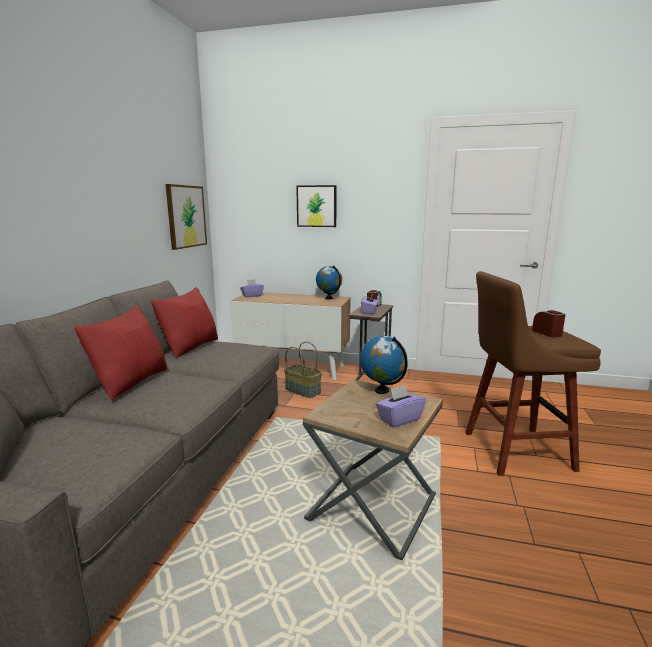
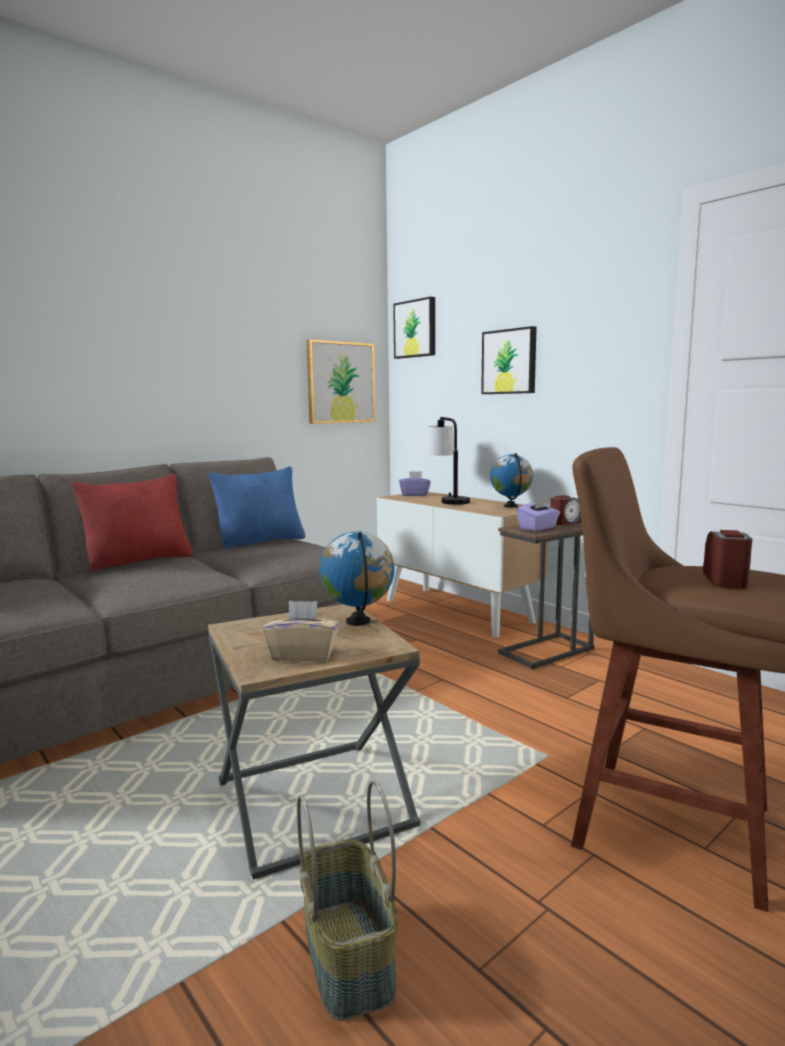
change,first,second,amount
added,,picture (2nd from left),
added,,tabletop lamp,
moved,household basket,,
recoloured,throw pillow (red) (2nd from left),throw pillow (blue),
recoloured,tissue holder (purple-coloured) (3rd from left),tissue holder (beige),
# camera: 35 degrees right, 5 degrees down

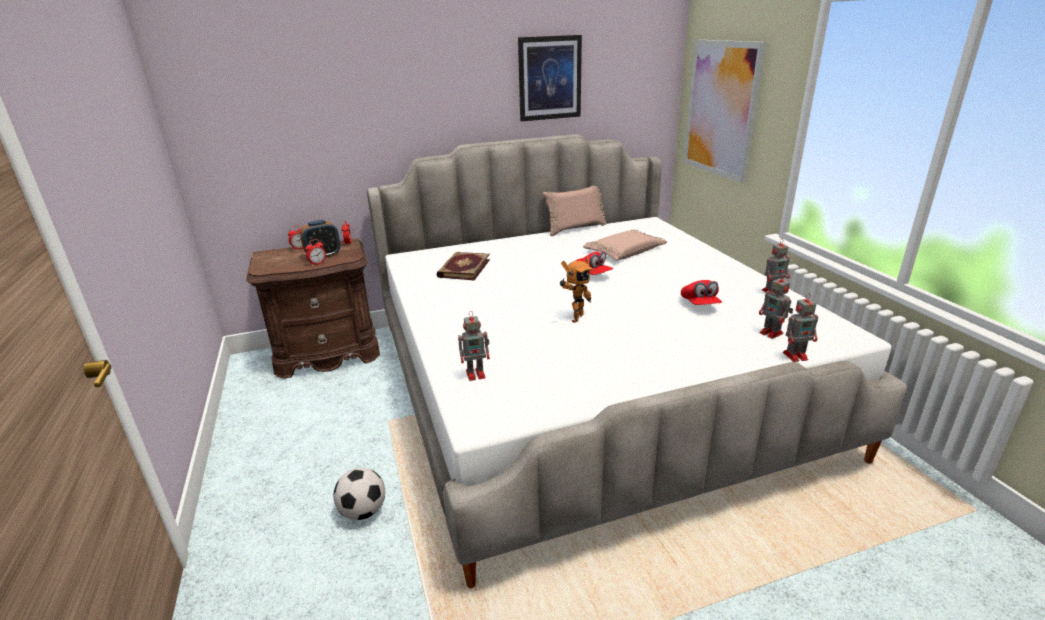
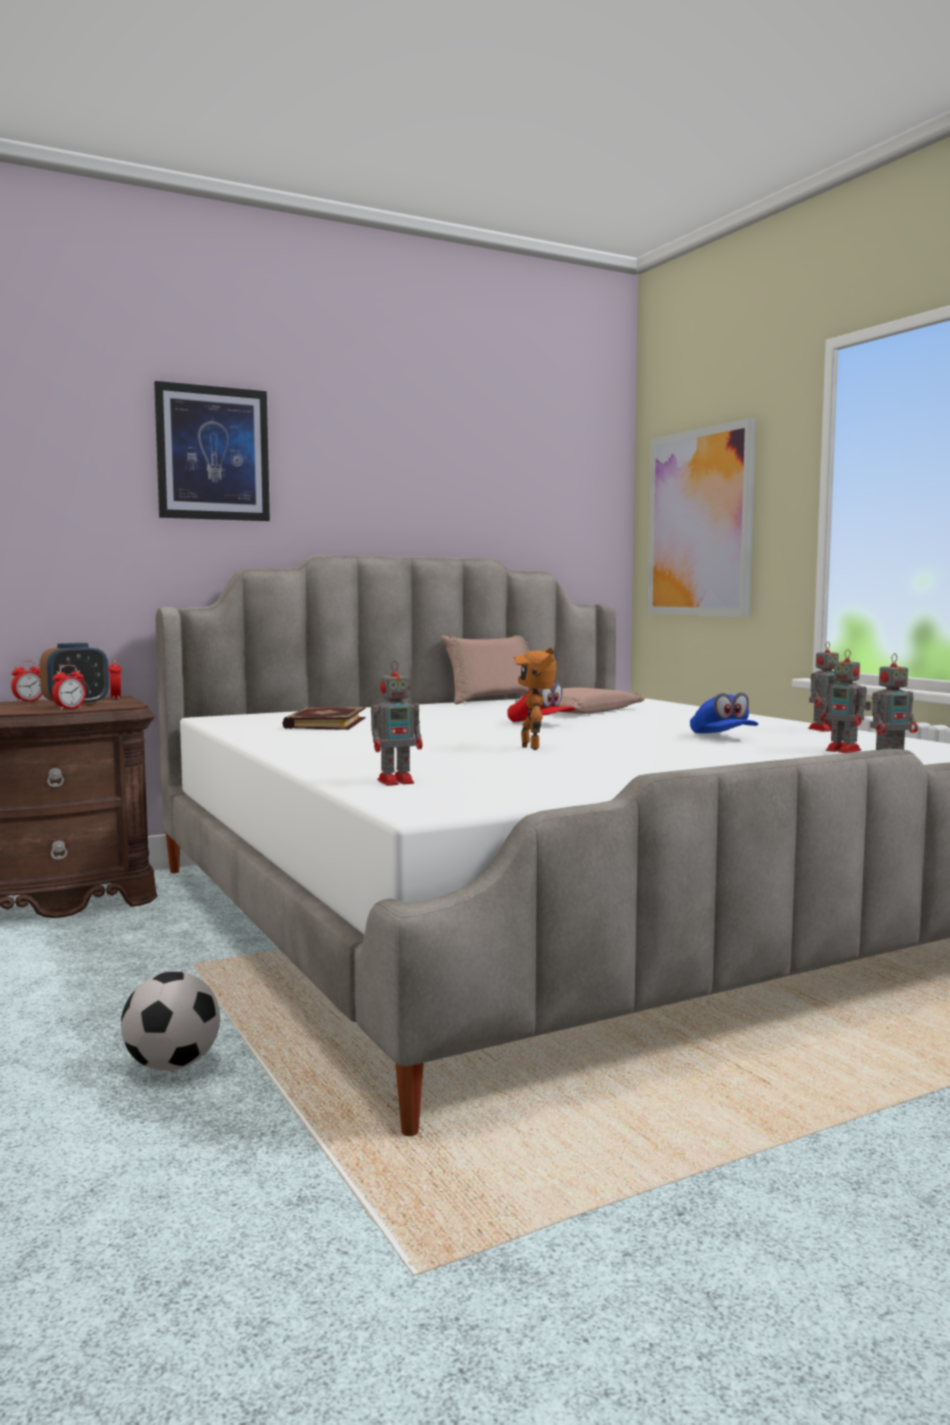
change,first,second,amount
moved,picture (1st from left),,
recoloured,cap (red) (2nd from left),cap (blue),
turned,model robot (2nd from left),,135 degrees clockwise
# camera: 10 degrees left, 20 degrees down

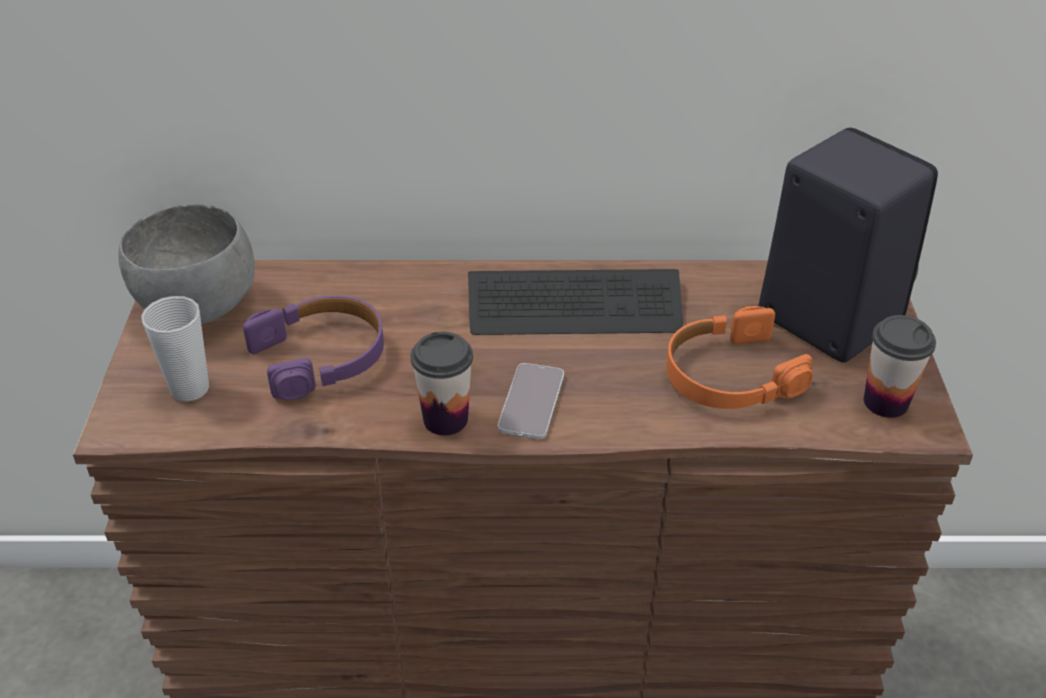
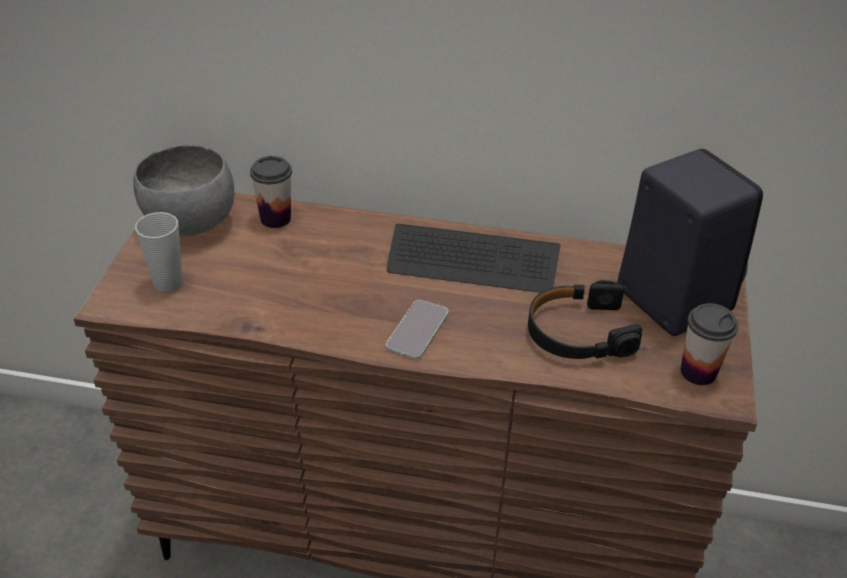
change,first,second,amount
removed,pair of headphones (purple-coloured),,
moved,drinking cup (2nd from left),,
recoloured,pair of headphones (orangey),pair of headphones (black),
# camera: 10 degrees right, 0 degrees up

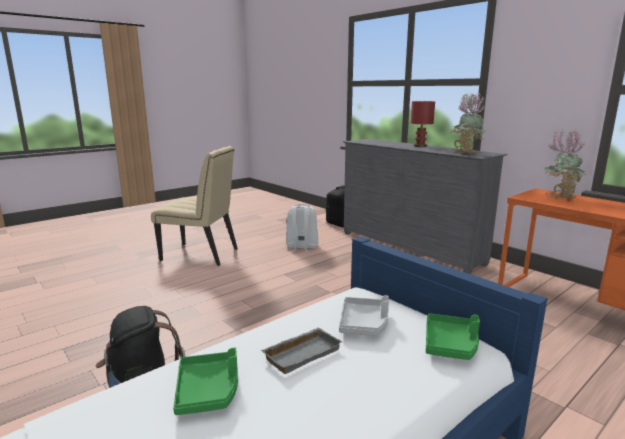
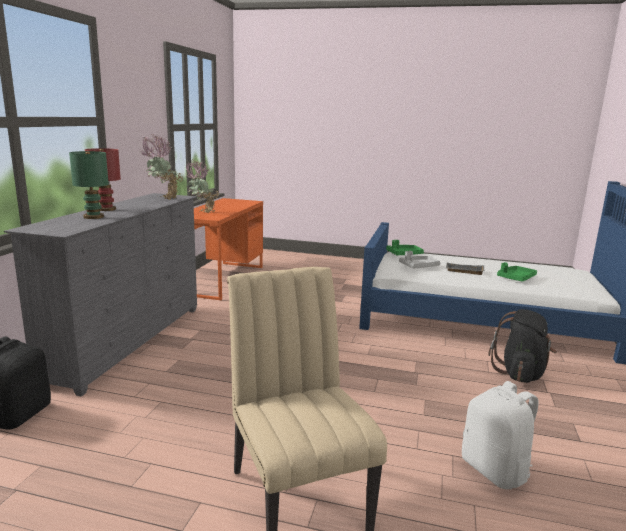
change,first,second,amount
added,,tabletop lamp (greenish),
moved,knapsack (whitish),,
# camera: 125 degrees left, 0 degrees up

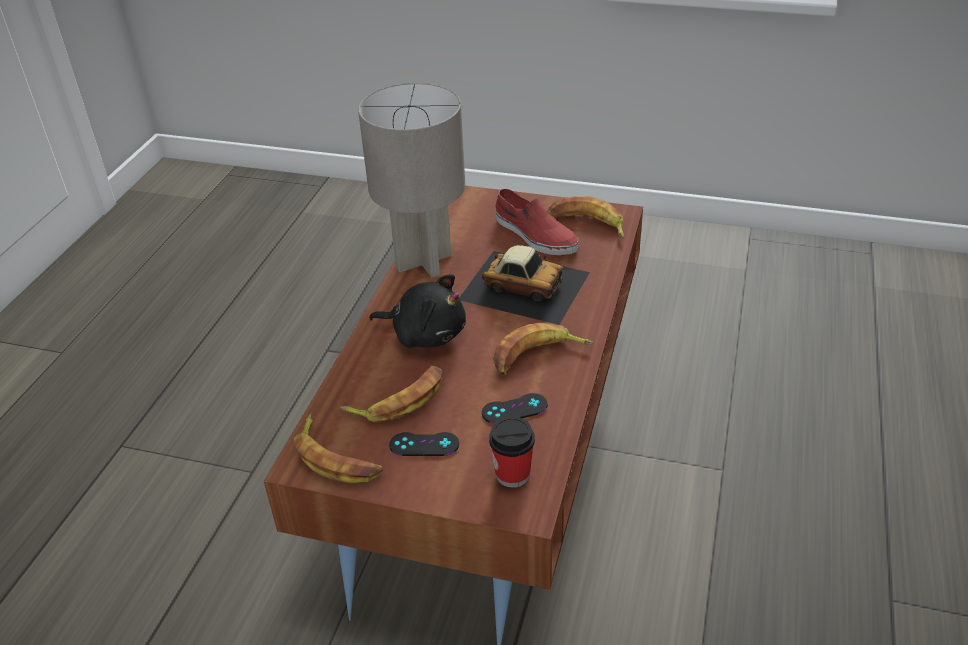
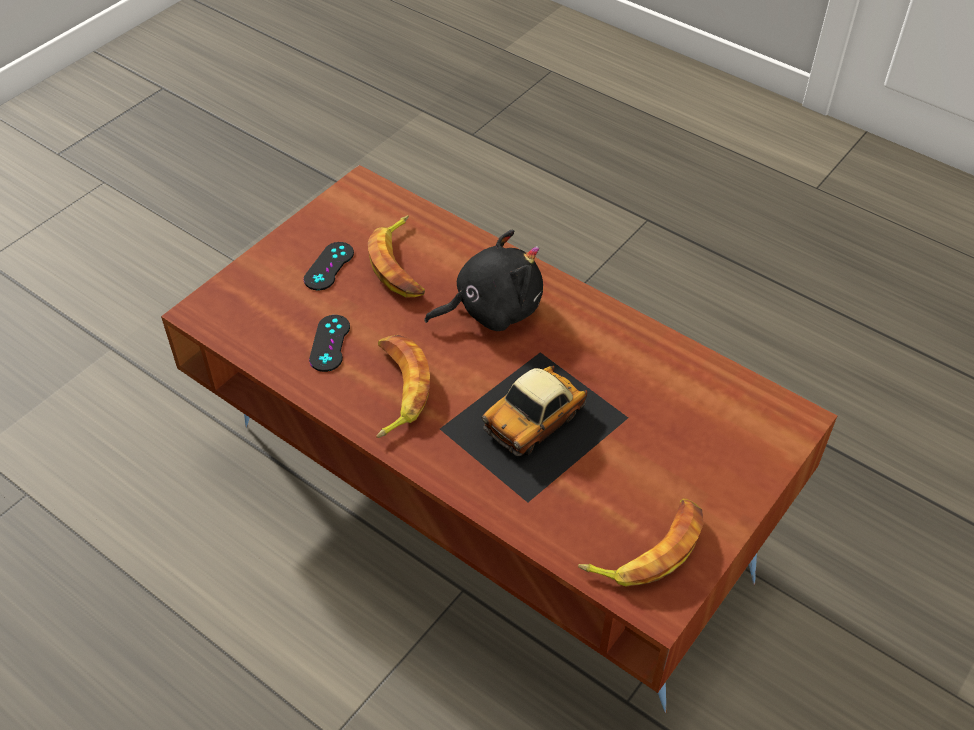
change,first,second,amount
removed,whole banana (1st from left),,
removed,tabletop lamp (gray),,
removed,drinking cup,,
removed,low shoe (red),,
turned,plush toy (black),,150 degrees counterclockwise
# camera: 110 degrees right, 10 degrees up

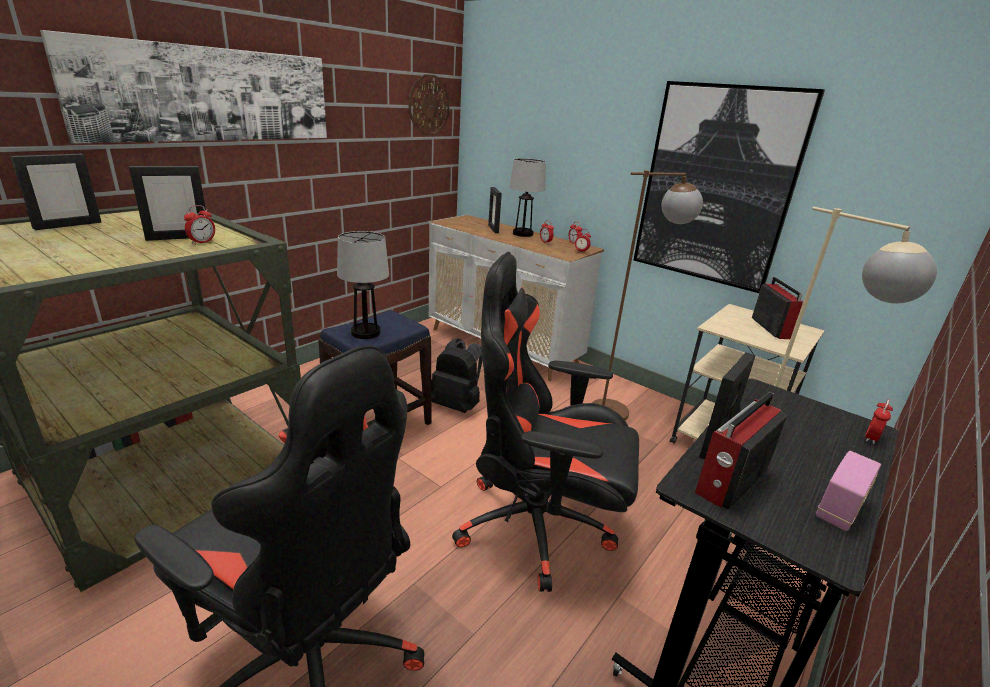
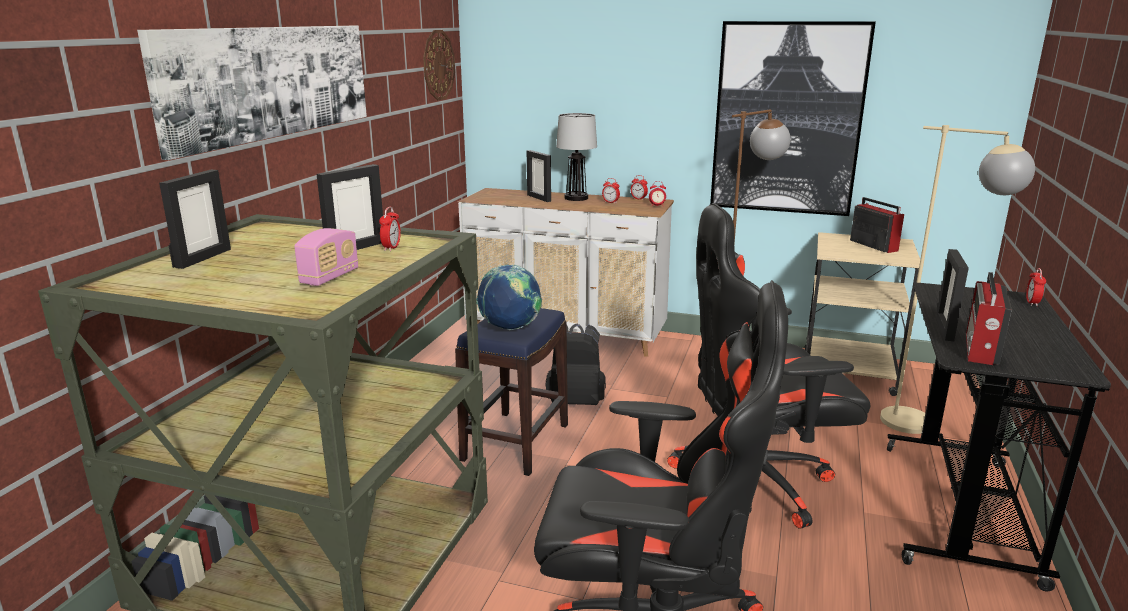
change,first,second,amount
moved,radio receiver (3rd from left in the first image),radio receiver (1st from left),
replaced,tabletop lamp (1st from left),world globe,
# camera: 20 degrees left, 5 degrees down

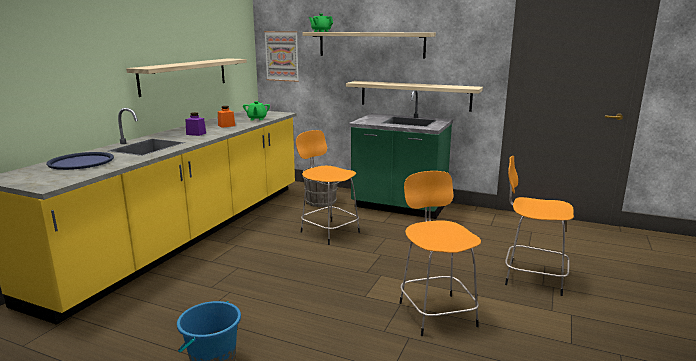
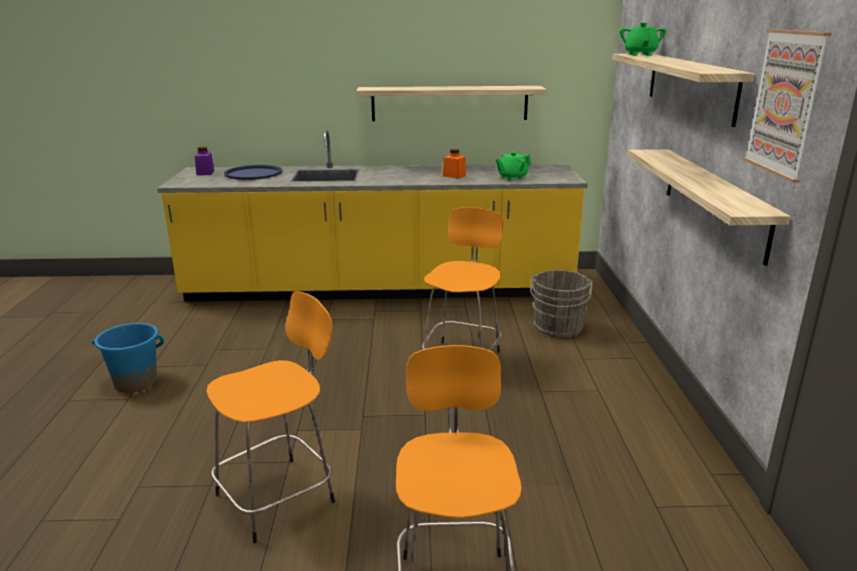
change,first,second,amount
removed,kitchen base unit (greenish),,
moved,storage jar (purple-coloured),,
moved,picture,,
# camera: 65 degrees right, 5 degrees up

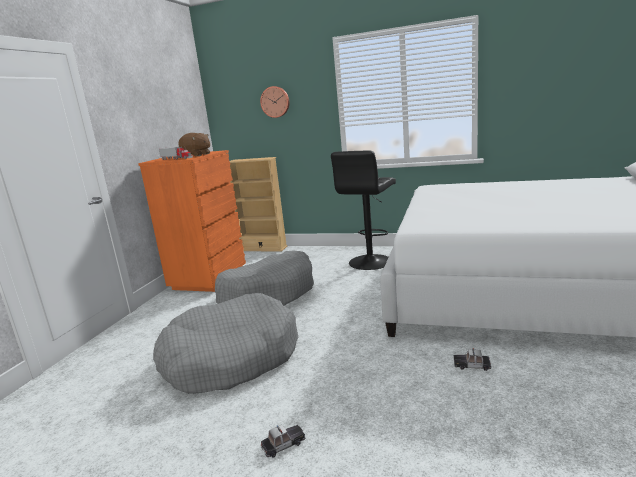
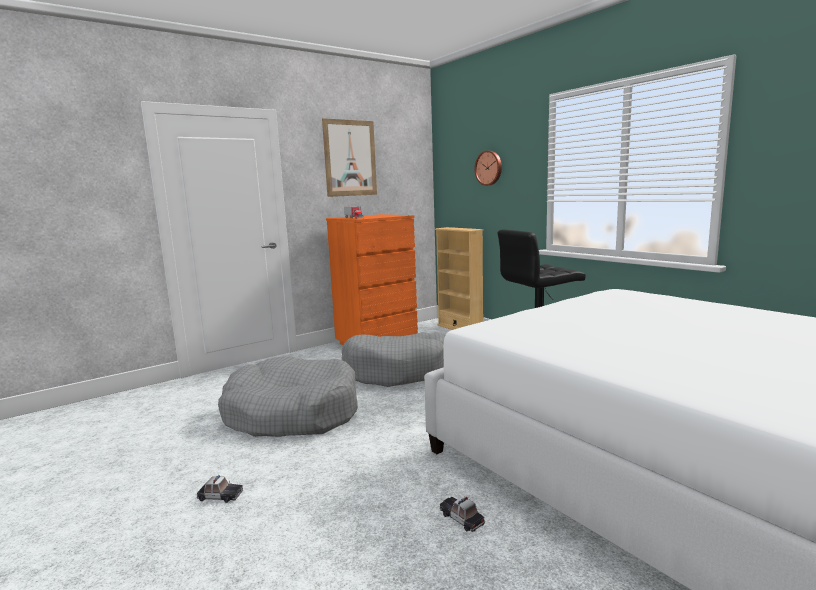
change,first,second,amount
removed,plush toy (brownish),,
added,,picture,
# camera: 35 degrees right, 5 degrees down

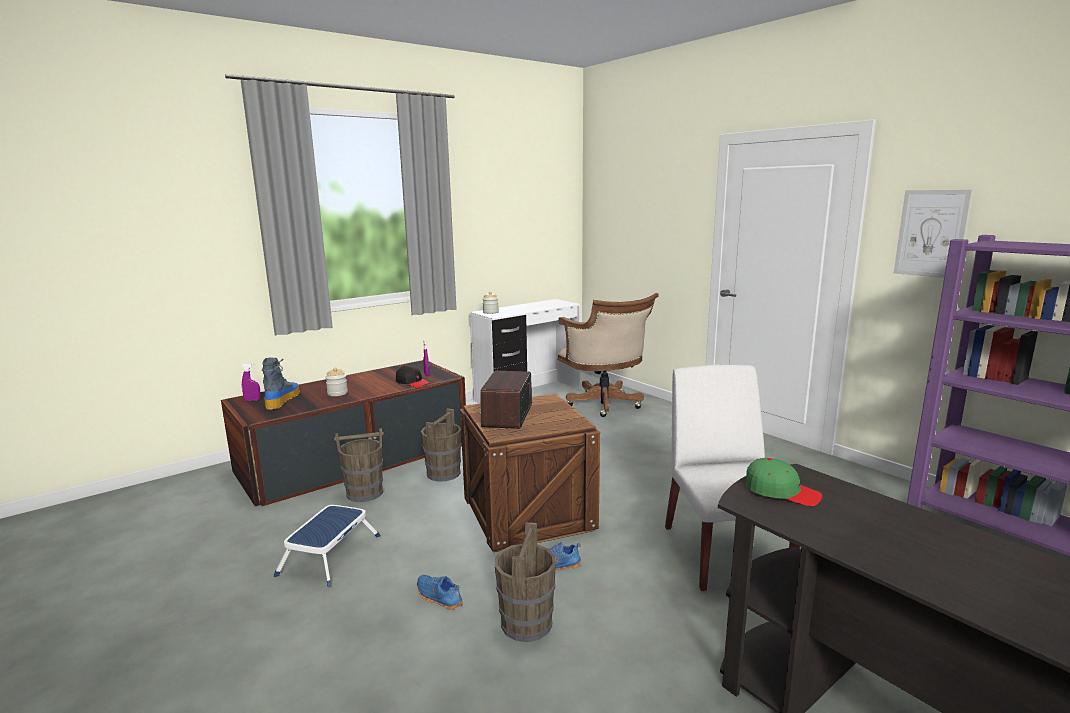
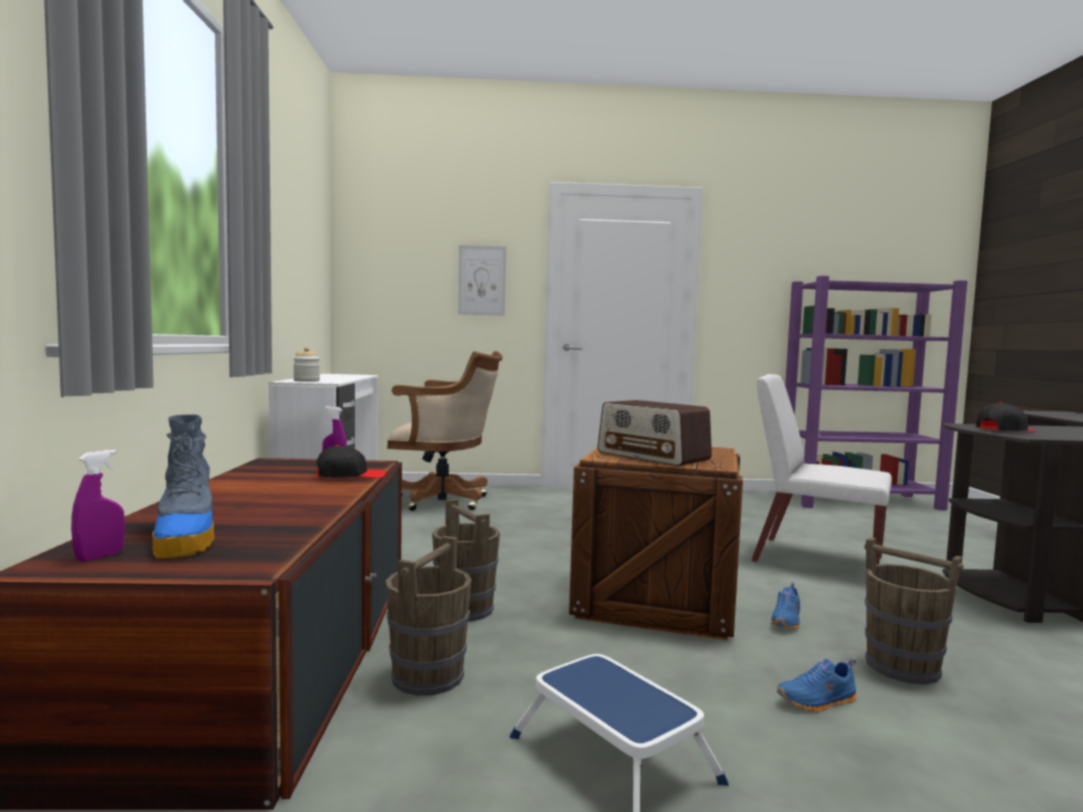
change,first,second,amount
removed,storage jar (1st from left),,
moved,picture,,
recoloured,cap (greenish),cap (black) (2nd from left),
turned,high-top boot,,150 degrees counterclockwise
# camera: 55 degrees left, 10 degrees down

